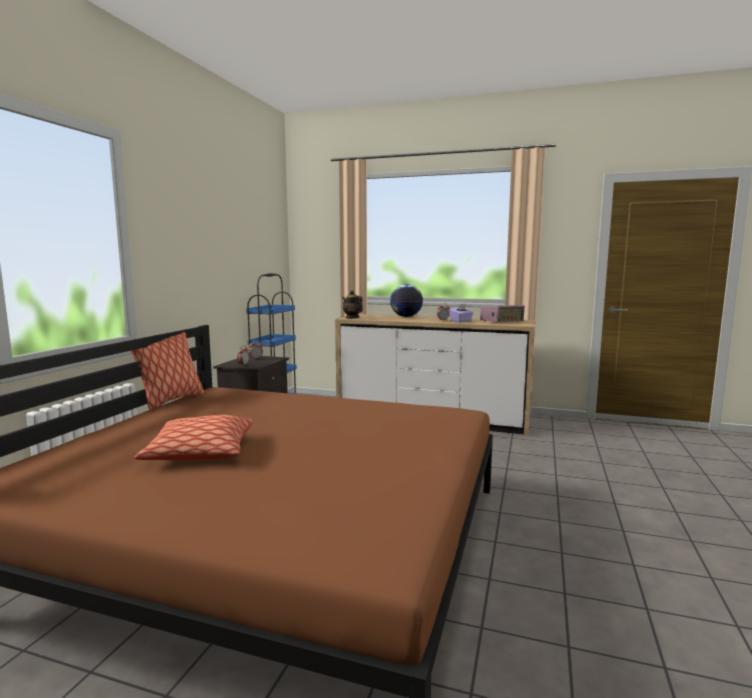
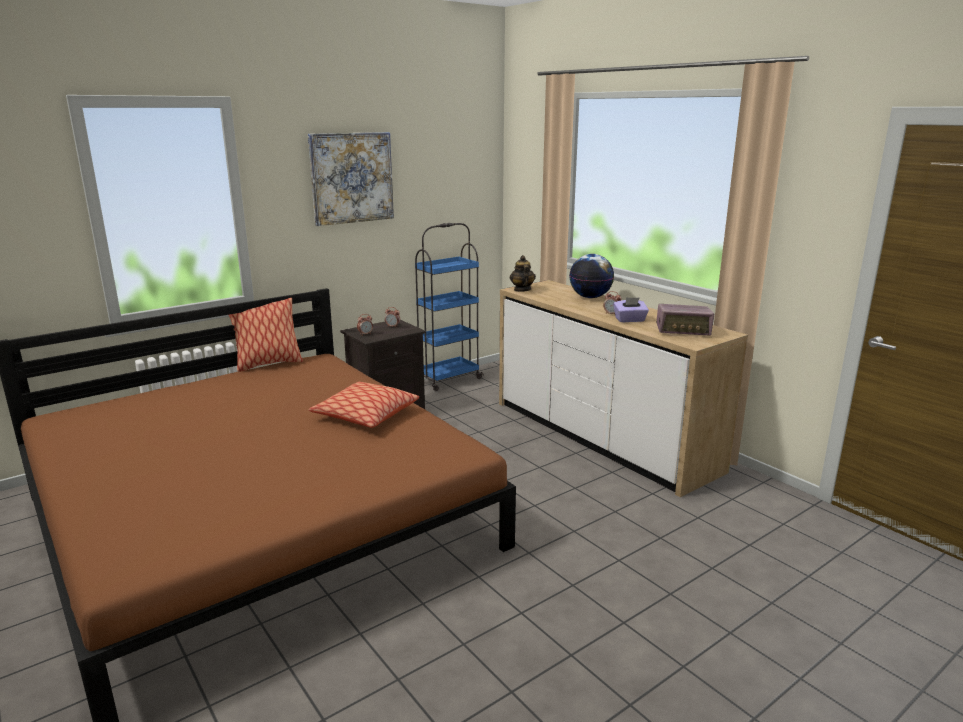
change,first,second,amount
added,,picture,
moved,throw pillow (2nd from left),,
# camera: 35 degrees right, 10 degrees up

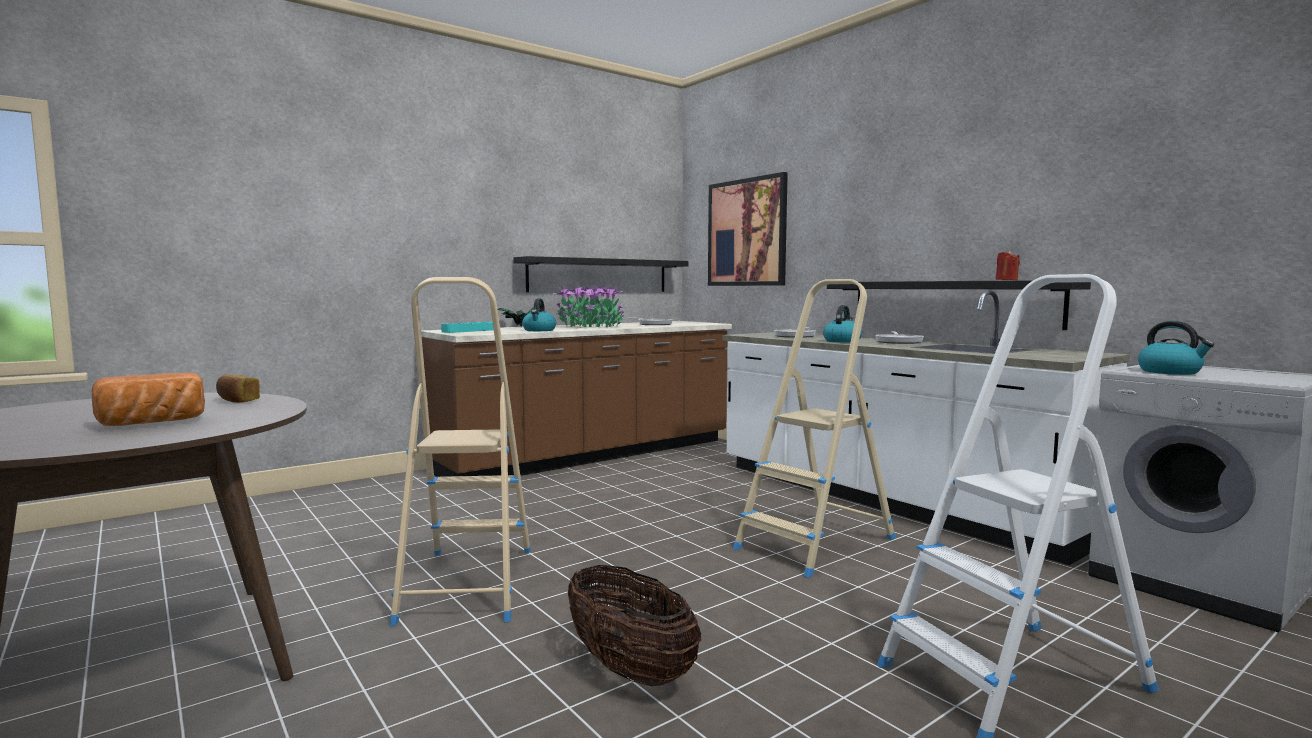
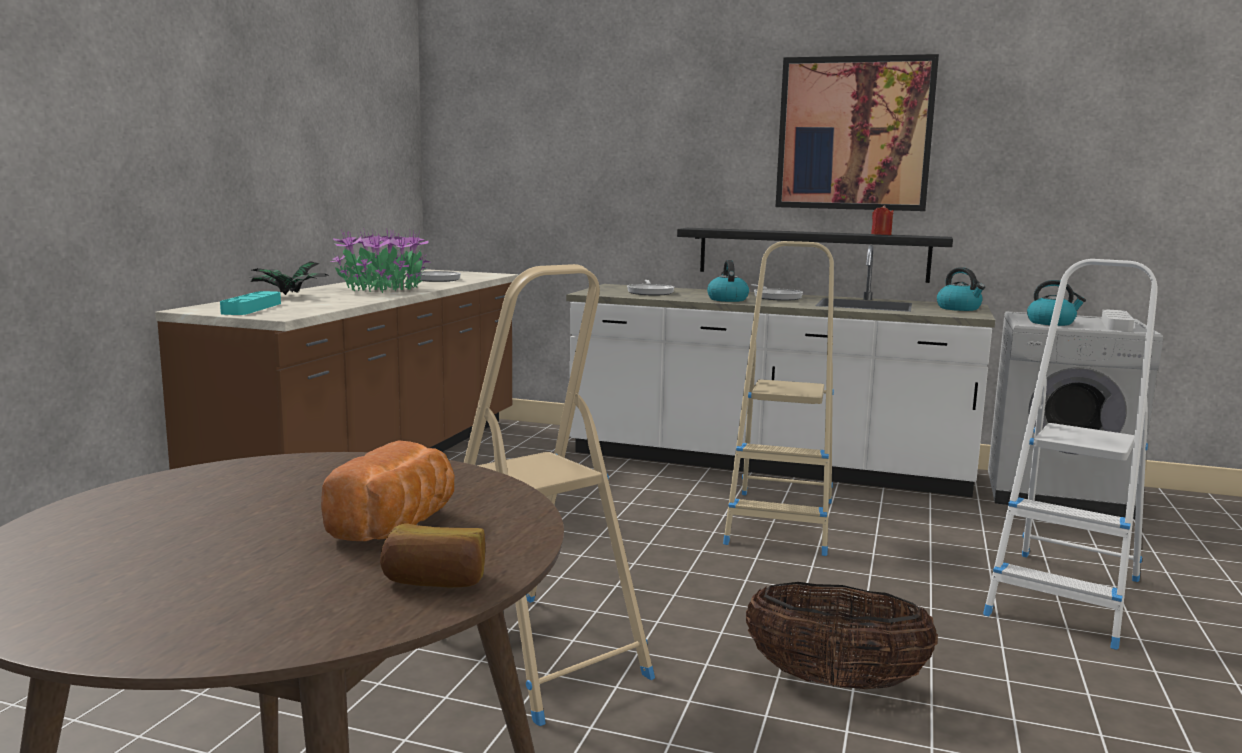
change,first,second,amount
removed,bracket shelf (black) (1st from left),,
added,,carrying tray (gray),
moved,bread (2nd from left),,
moved,water kettle (1st from left in the first image),water kettle (2nd from left),
moved,picture,,
# camera: 35 degrees left, 5 degrees up

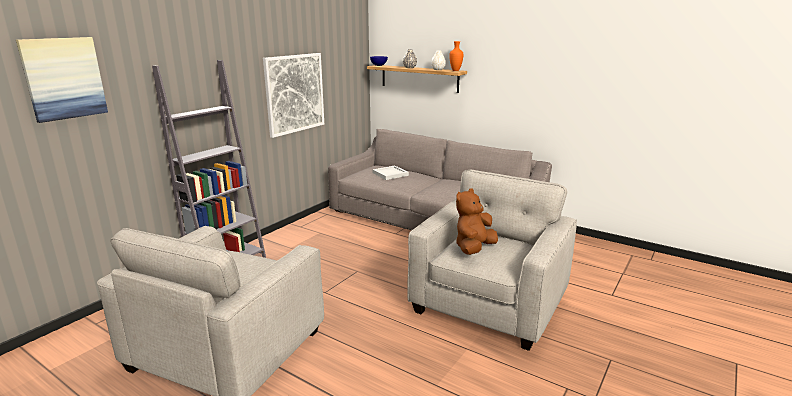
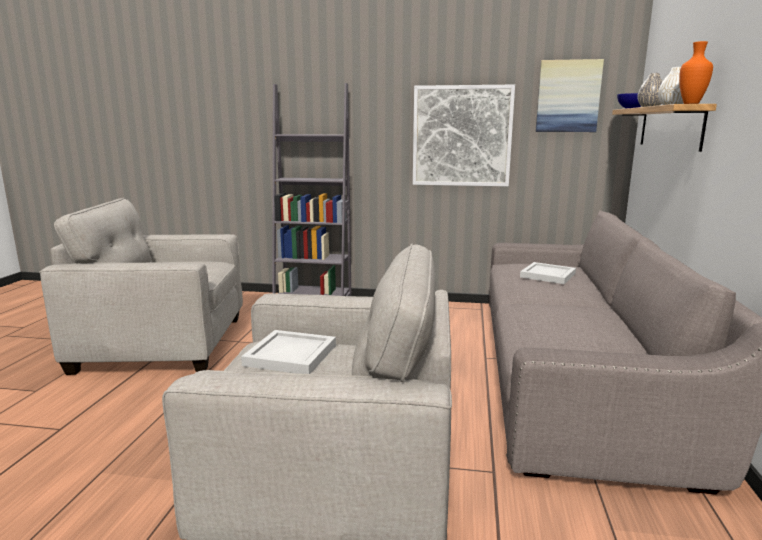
change,first,second,amount
moved,picture (1st from left in the first image),picture (2nd from left),
replaced,plush toy (brownish),carrying tray (whitish) (1st from left),
# camera: 65 degrees right, 5 degrees down

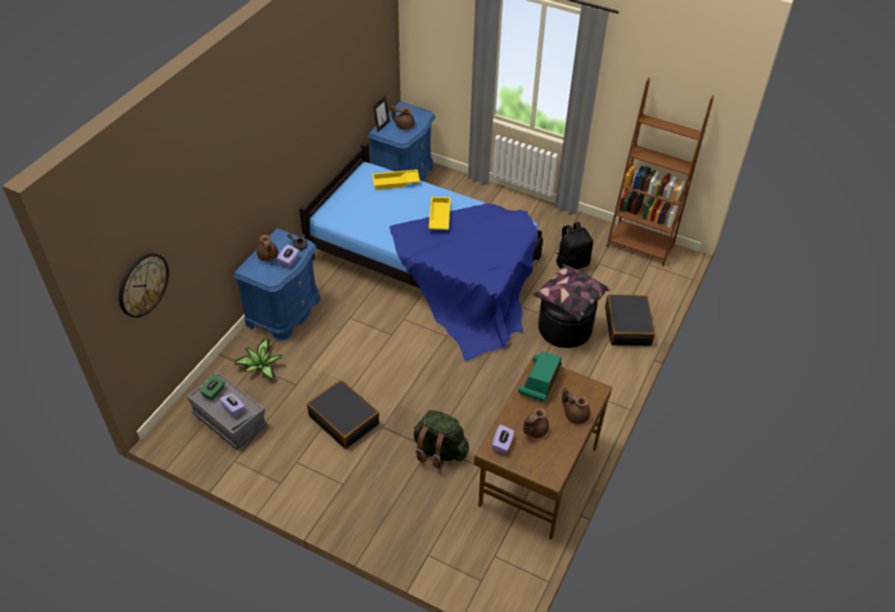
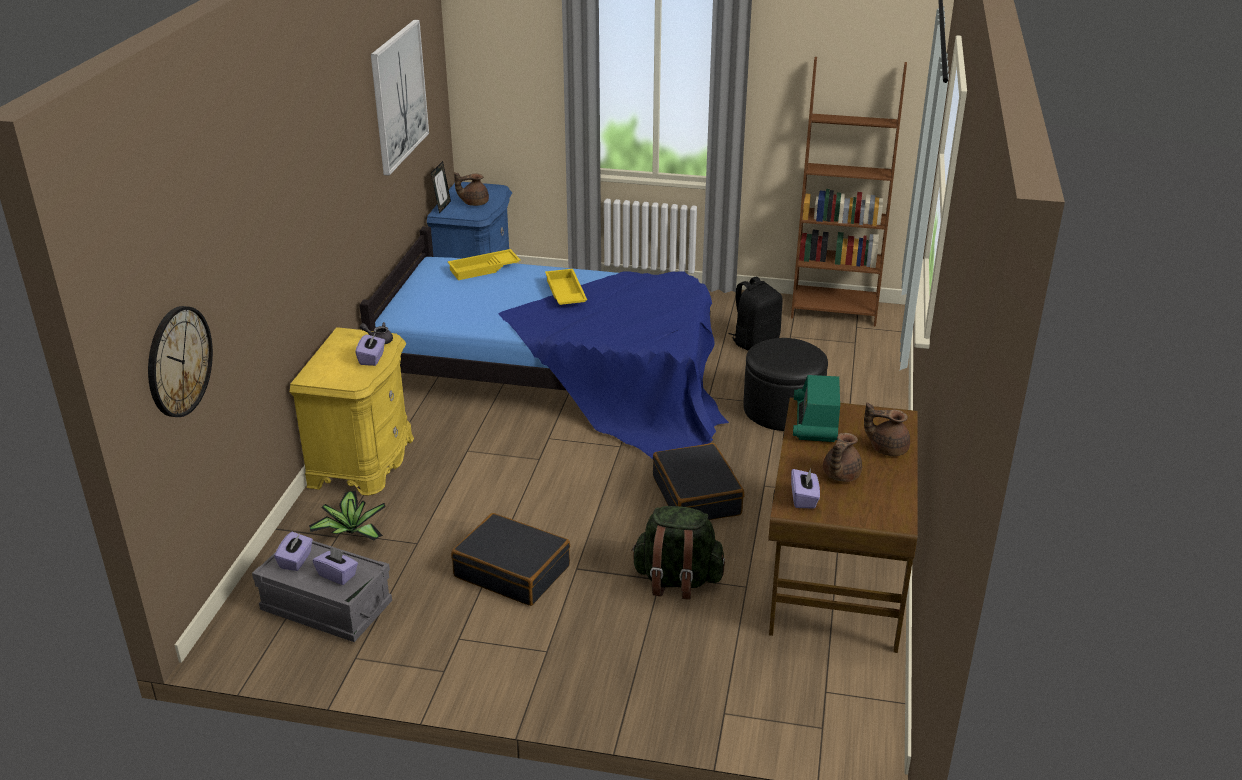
change,first,second,amount
removed,teapot (brownish) (1st from left),,
removed,throw pillow,,
added,,picture,
moved,travel case (black) (2nd from left),,
recoloured,tissue holder (greenish),tissue holder (purple-coloured) (1st from left),
recoloured,night table (blue) (1st from left),night table (yellow-coloured),
# camera: 15 degrees left, 15 degrees down

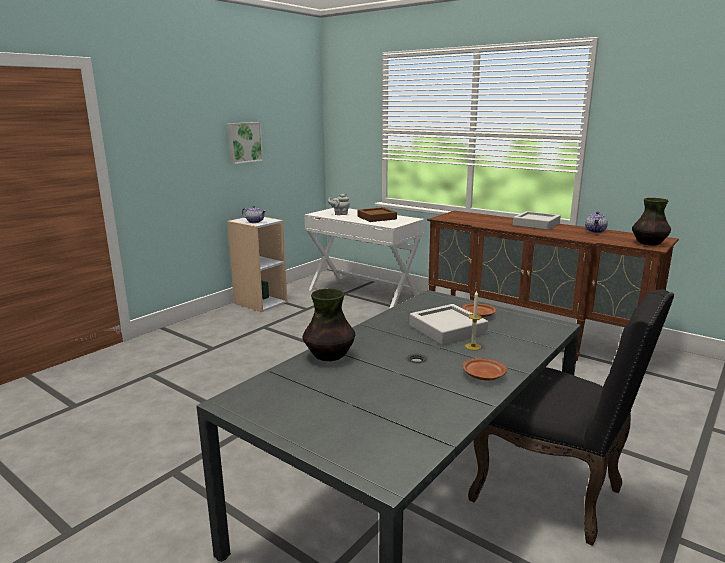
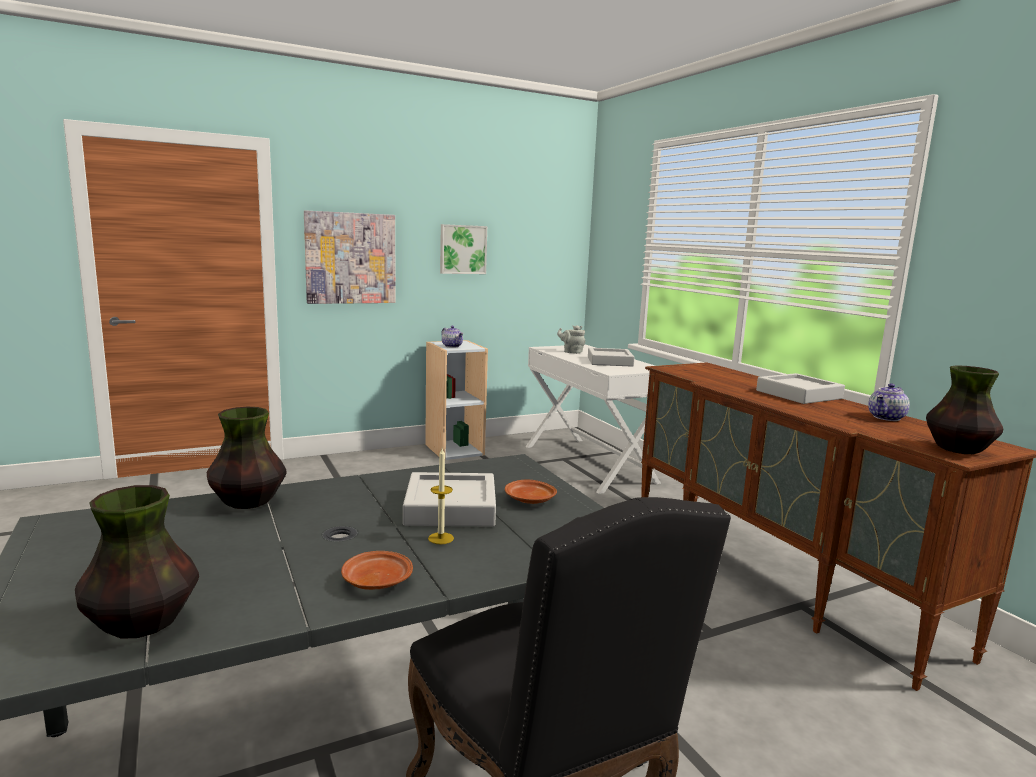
change,first,second,amount
added,,flower vase (1st from left),
added,,picture (1st from left),
recoloured,carrying tray (brownish),carrying tray (gray) (2nd from left),
# camera: 25 degrees right, 5 degrees down

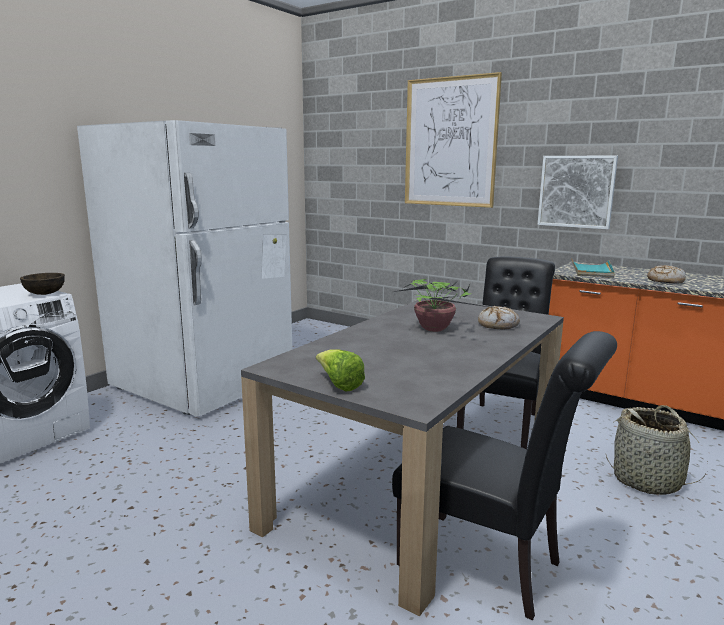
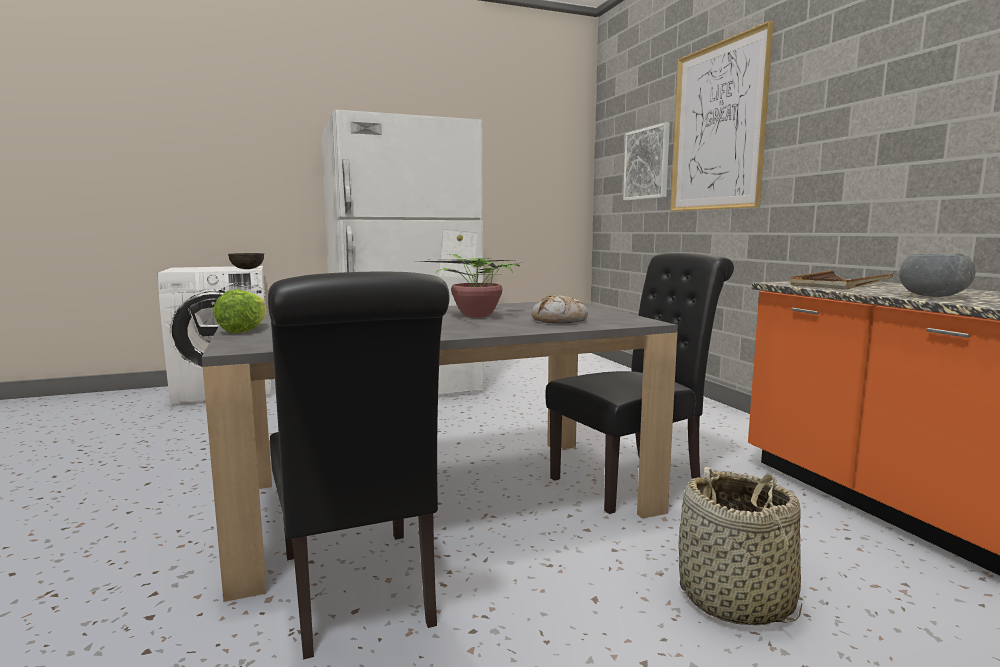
change,first,second,amount
moved,picture (2nd from left in the first image),picture (1st from left),
replaced,bread (2nd from left),serving bowl (gray),
recoloured,carrying tray (turquoise-coloured),carrying tray (brownish),
# camera: 35 degrees right, 5 degrees down

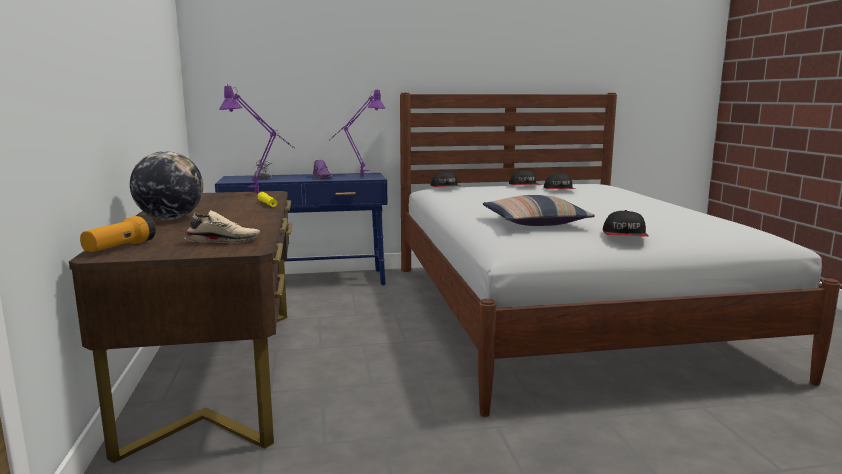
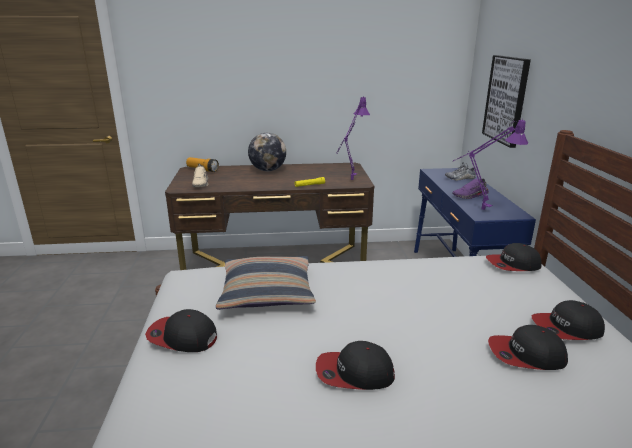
change,first,second,amount
added,,cap (2nd from left),
added,,picture,
# camera: 95 degrees right, 10 degrees up

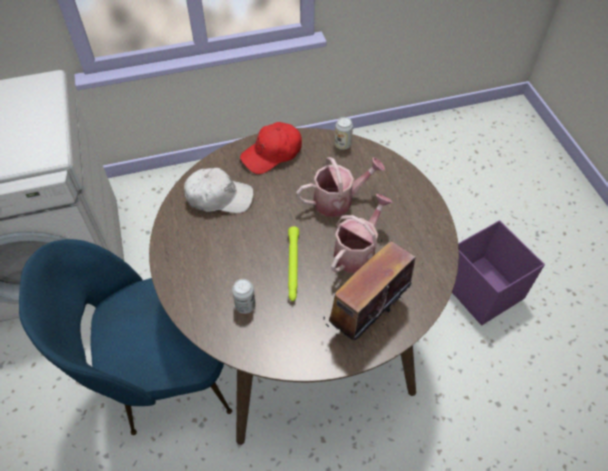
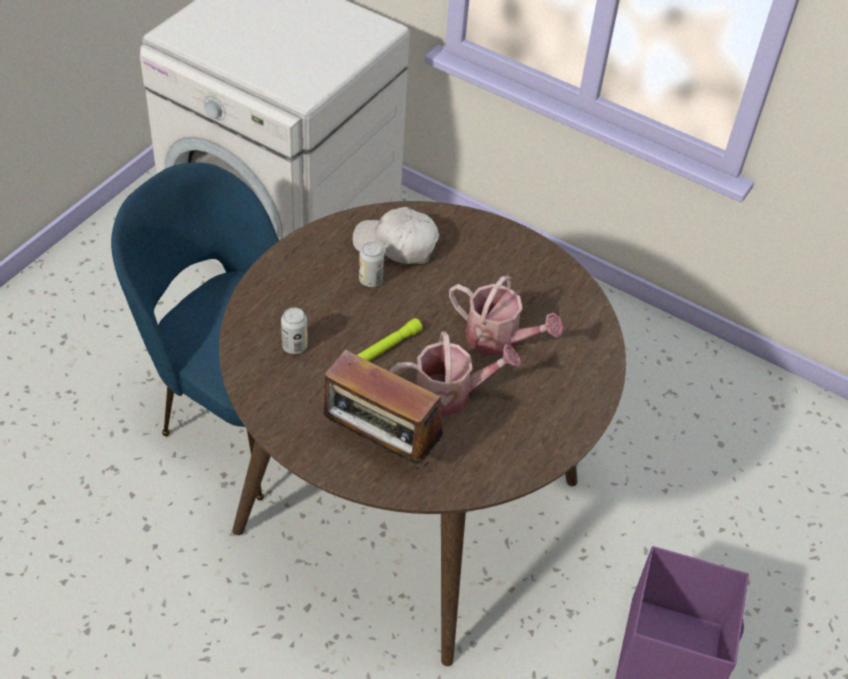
change,first,second,amount
removed,cap (red),,
moved,can (2nd from left),,
turned,cap (whitish),,150 degrees clockwise
turned,radio receiver,,150 degrees counterclockwise
# camera: 45 degrees right, 5 degrees down

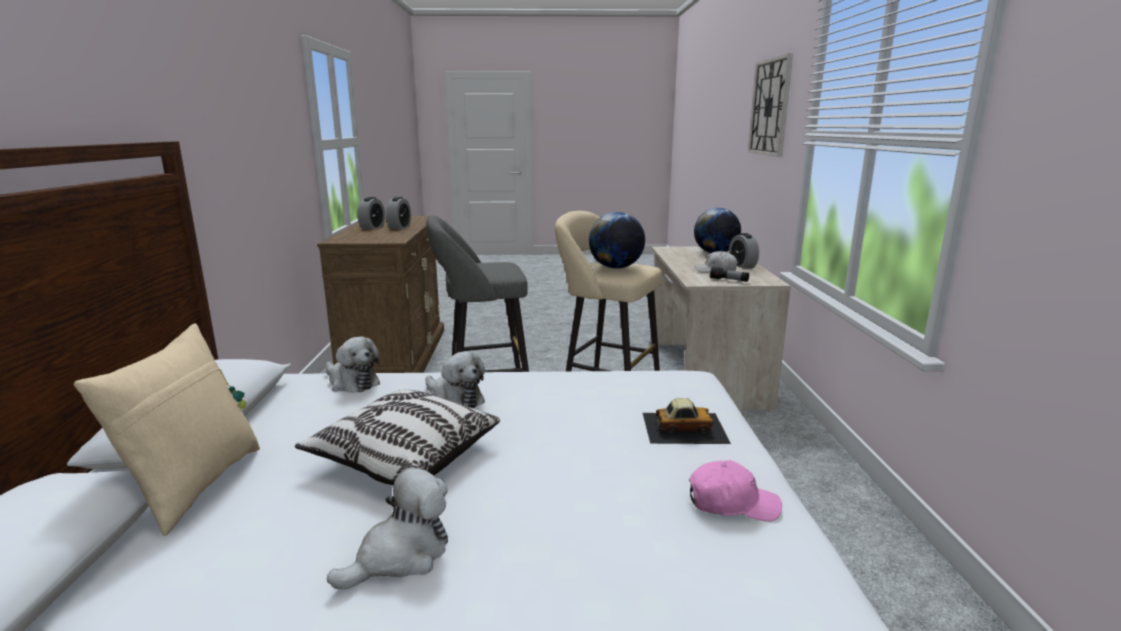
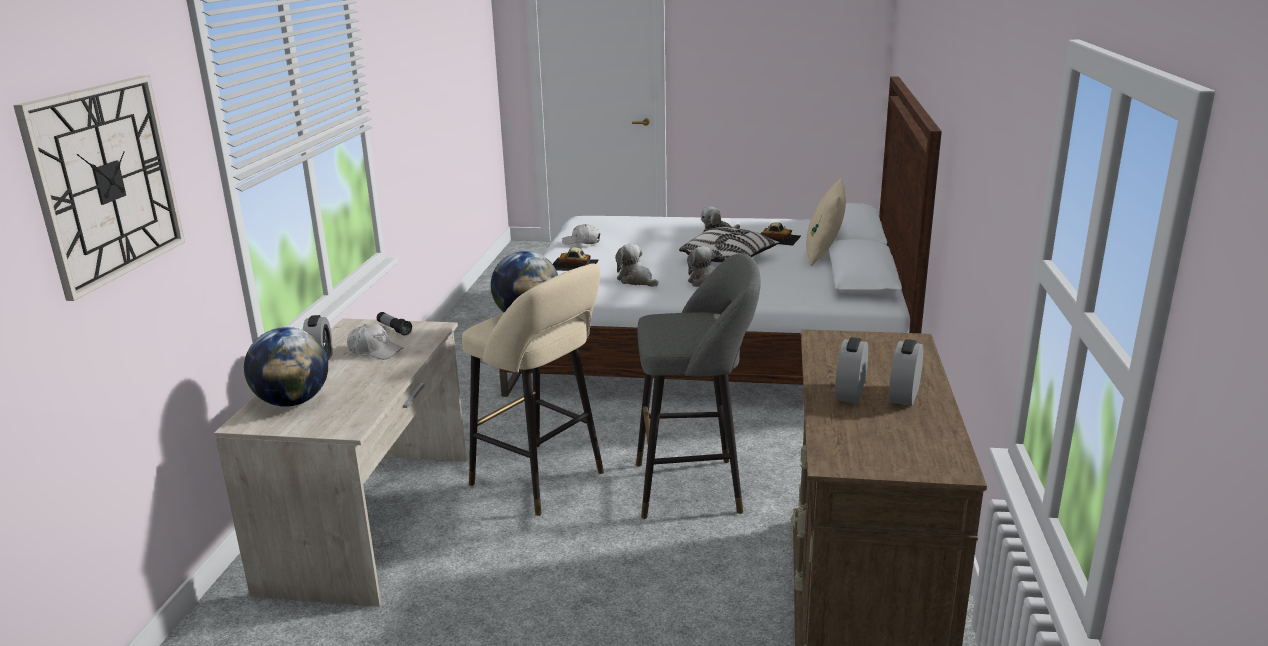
change,first,second,amount
added,,toy car (2nd from left),
moved,plush toy (1st from left),,
recoloured,cap (pink-coloured),cap (whitish) (2nd from left),
# camera: 170 degrees left, 5 degrees up

